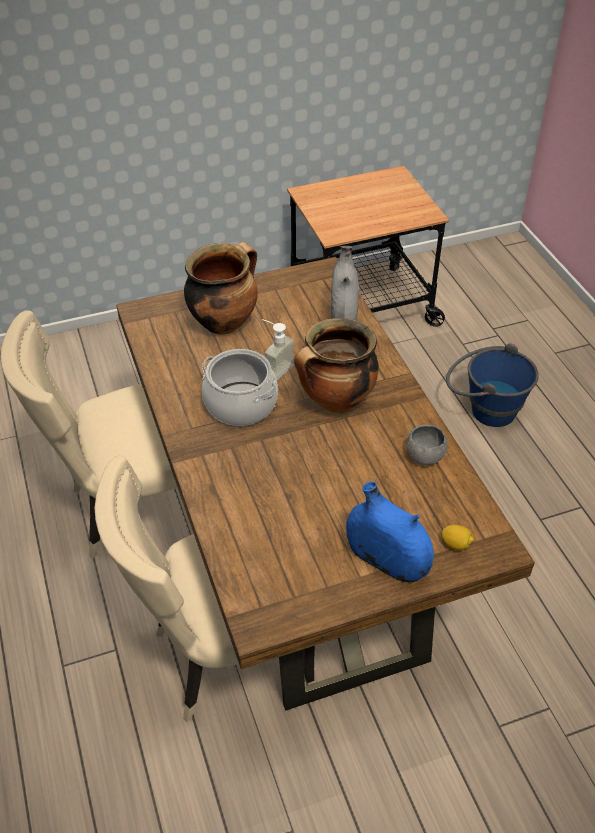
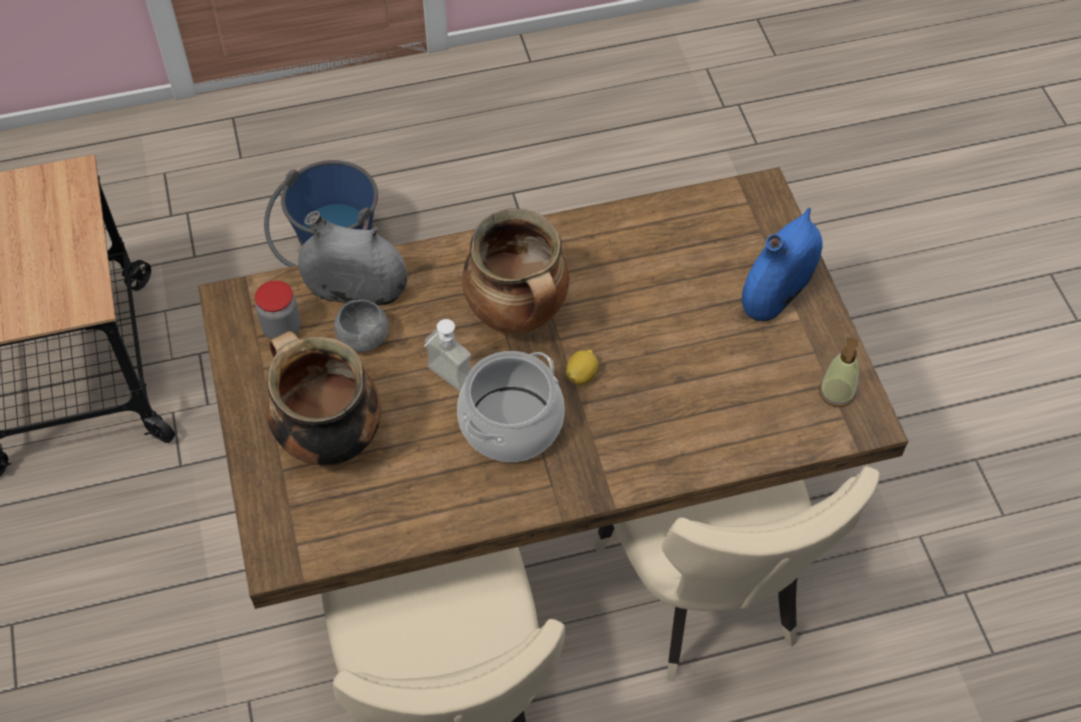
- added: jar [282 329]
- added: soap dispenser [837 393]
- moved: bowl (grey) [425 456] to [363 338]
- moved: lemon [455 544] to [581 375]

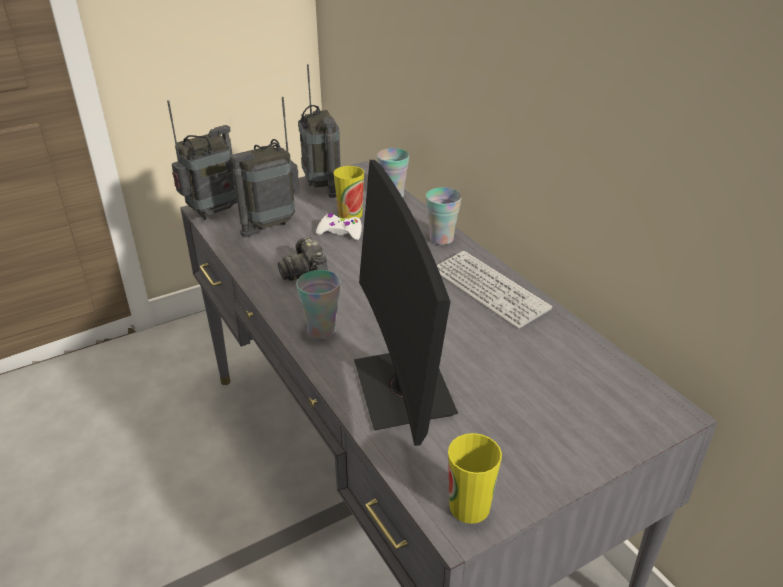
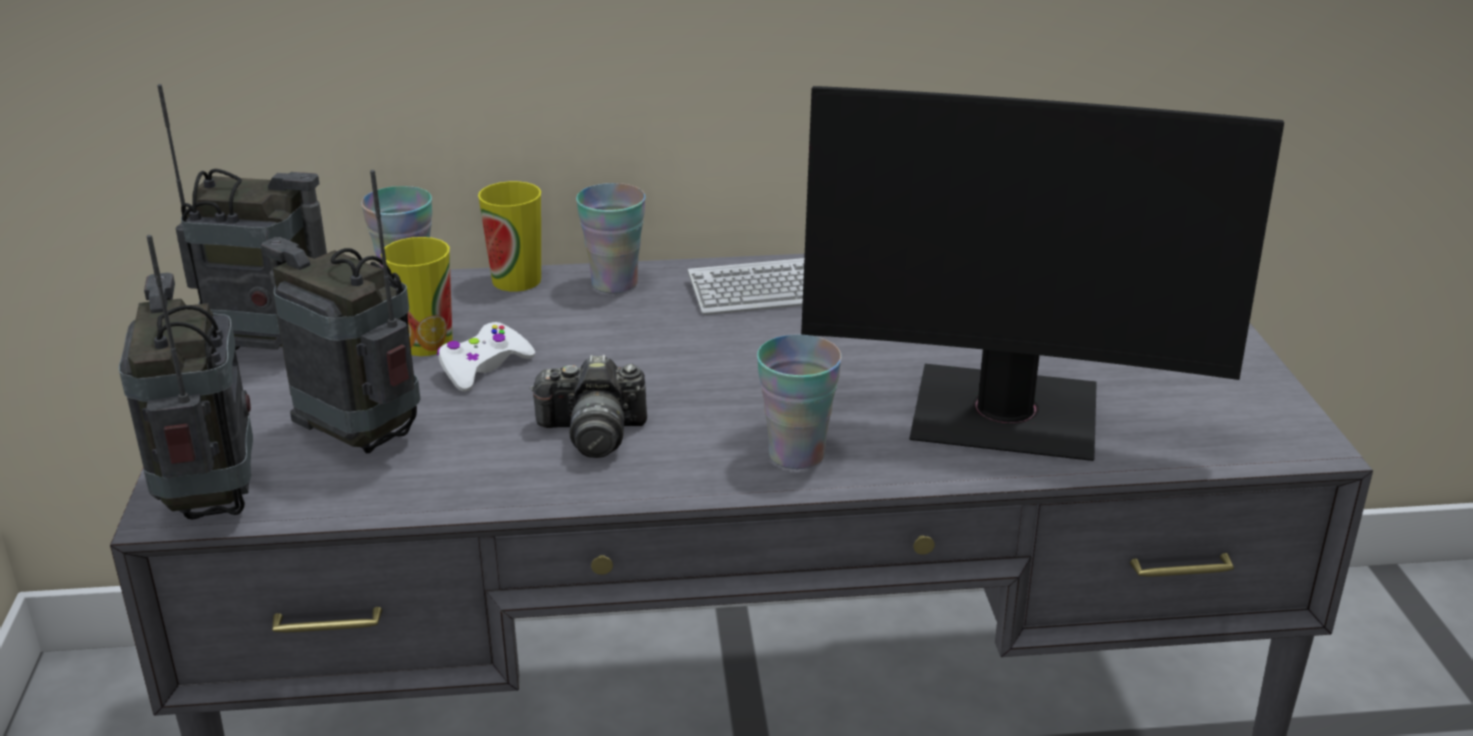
- moved: cup [469 506] to [516 280]
- turned: radio [270 225] = [361 437] 135 degrees clockwise

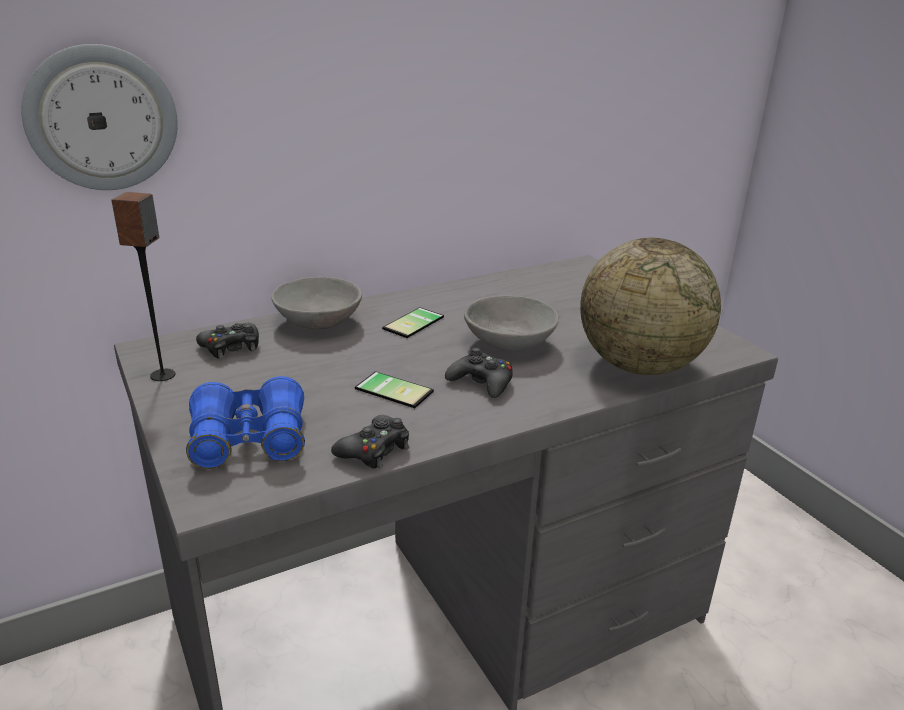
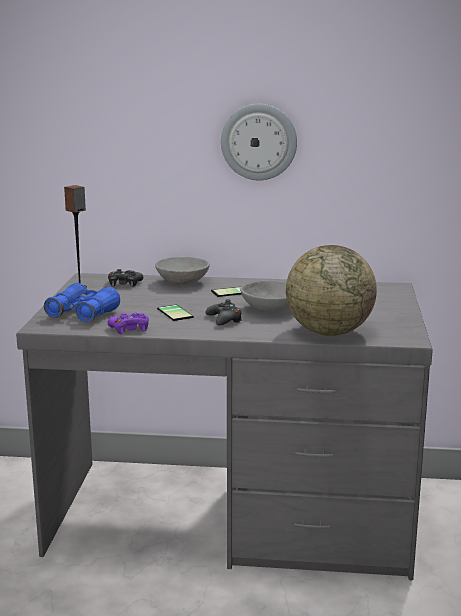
- moved: wall clock [102 119] to [259 142]
- recoloured: game controller (black) [374 450] to game controller (purple) [130 329]

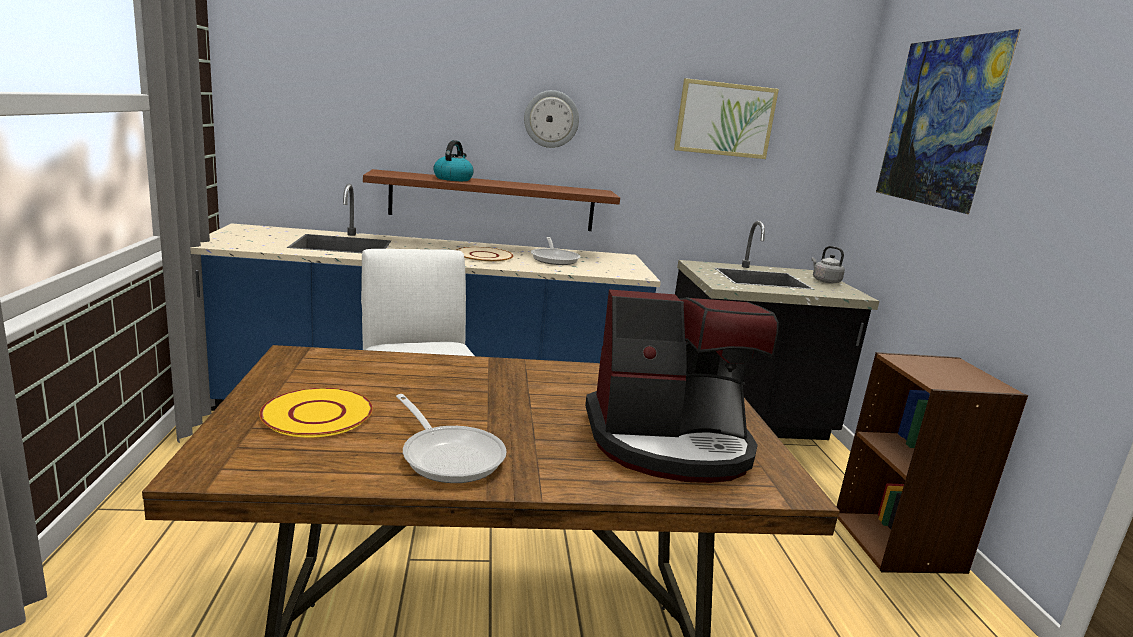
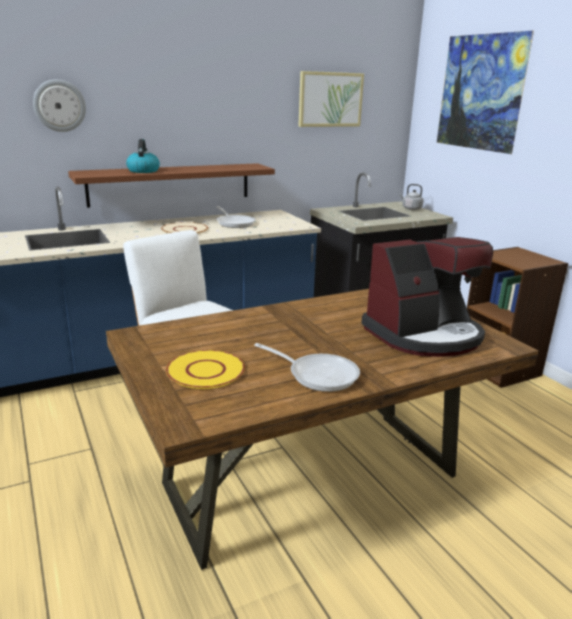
- moved: wall clock [551 119] to [59 105]

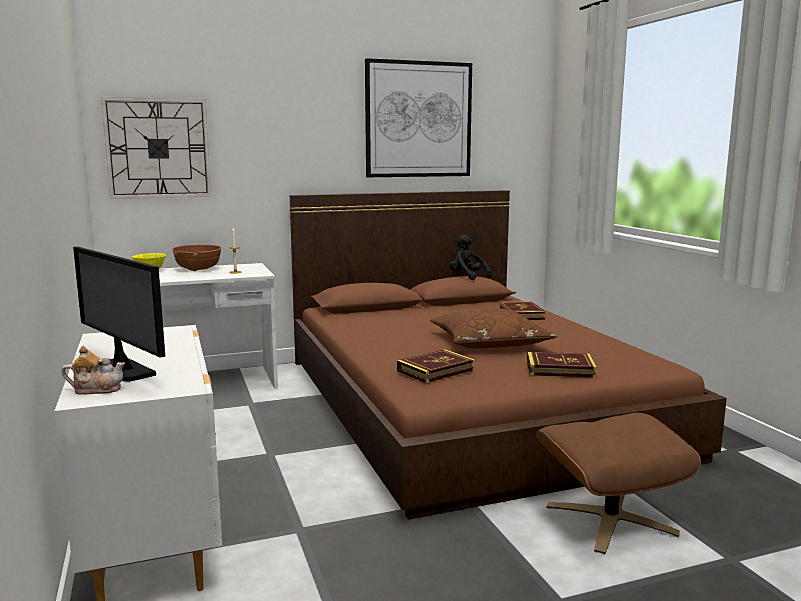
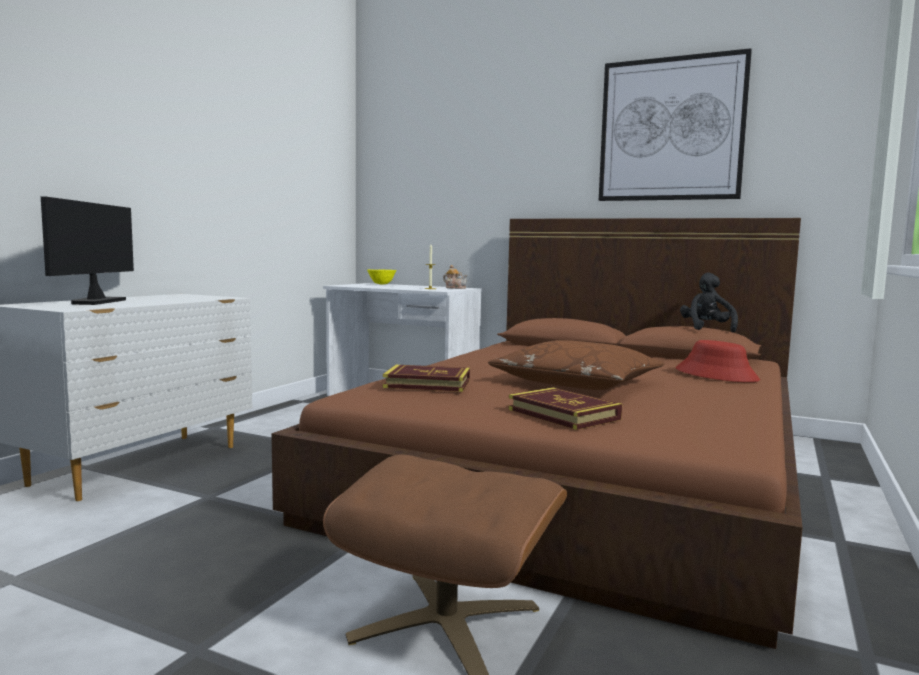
- removed: wall clock [158 148]
- removed: bowl (brown) [198 269]
- moved: teapot [96 389] to [455 288]
- replaced: book [521 314] to hat (red) [716 375]

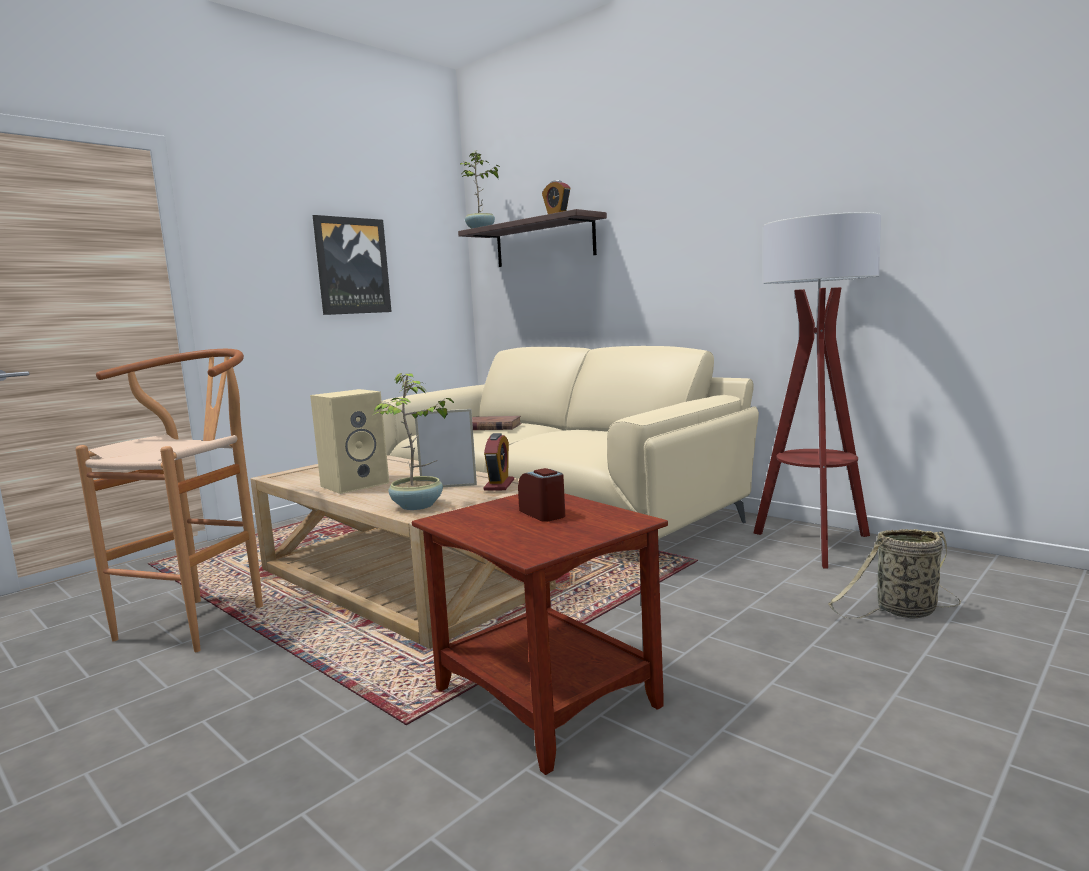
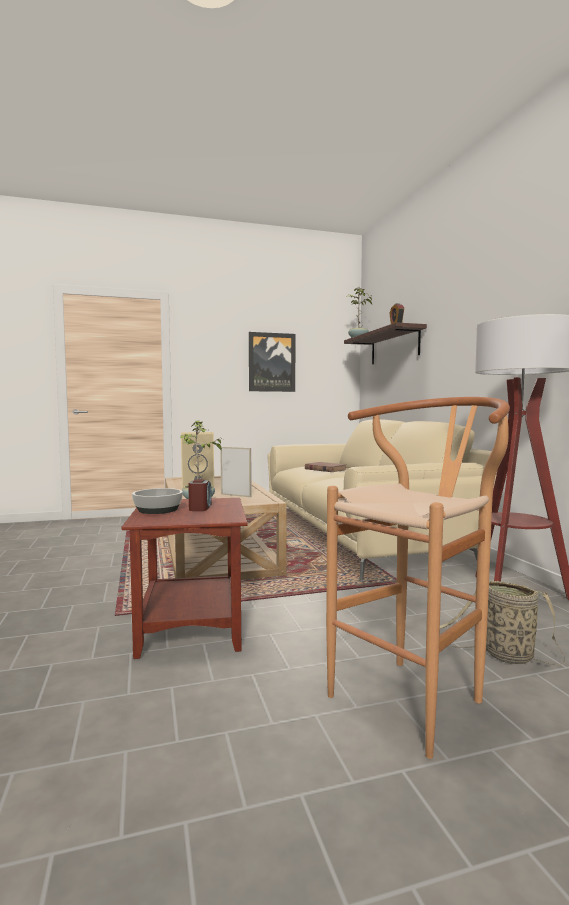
- removed: alarm clock [499 485]
- added: bowl [158 510]
- moved: stool (brown) [204 618] to [416 695]

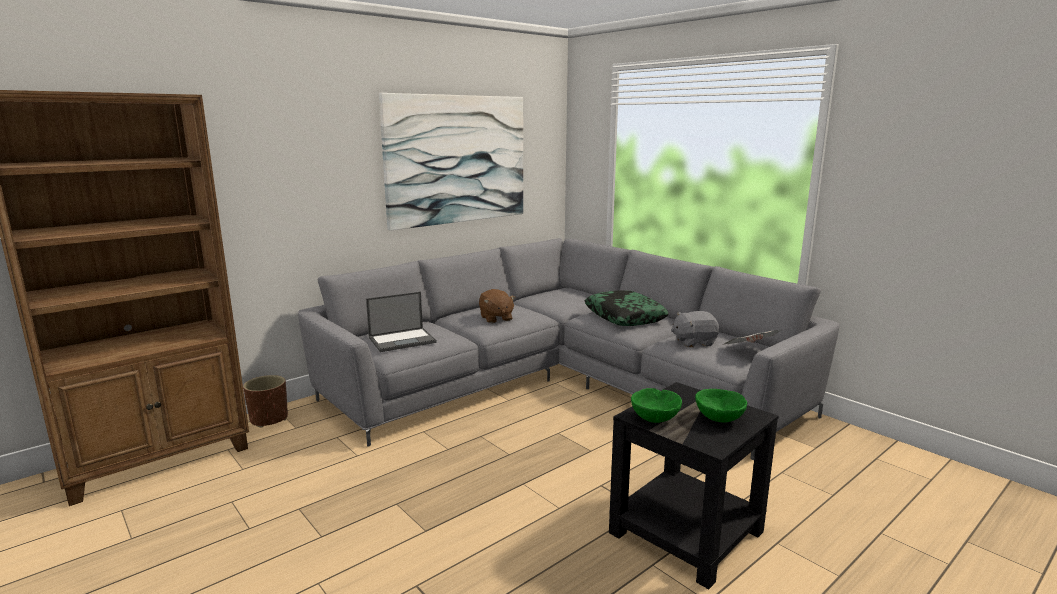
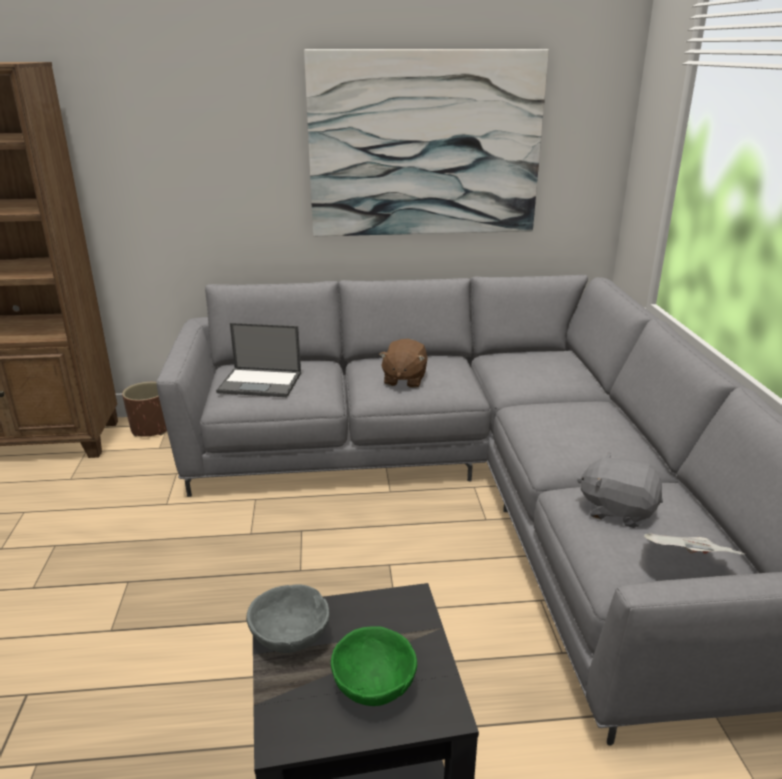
- removed: pillow [624 316]
- recoloured: bowl (green) [655 419] to bowl (grey) [291 638]

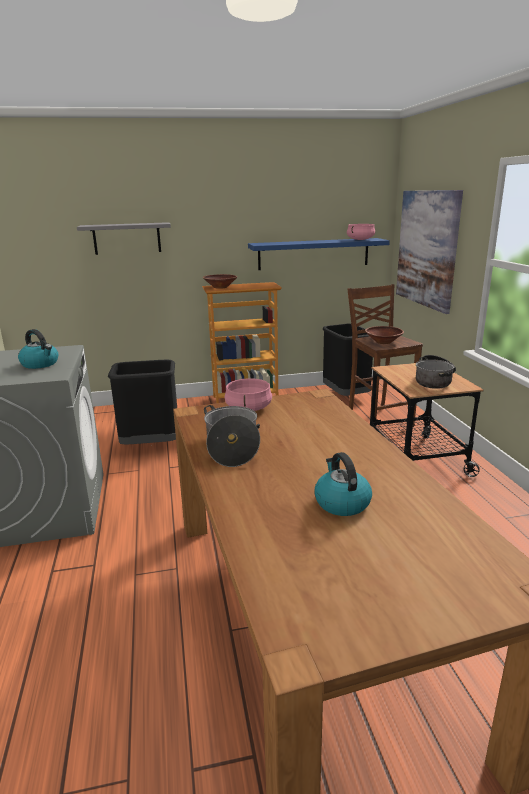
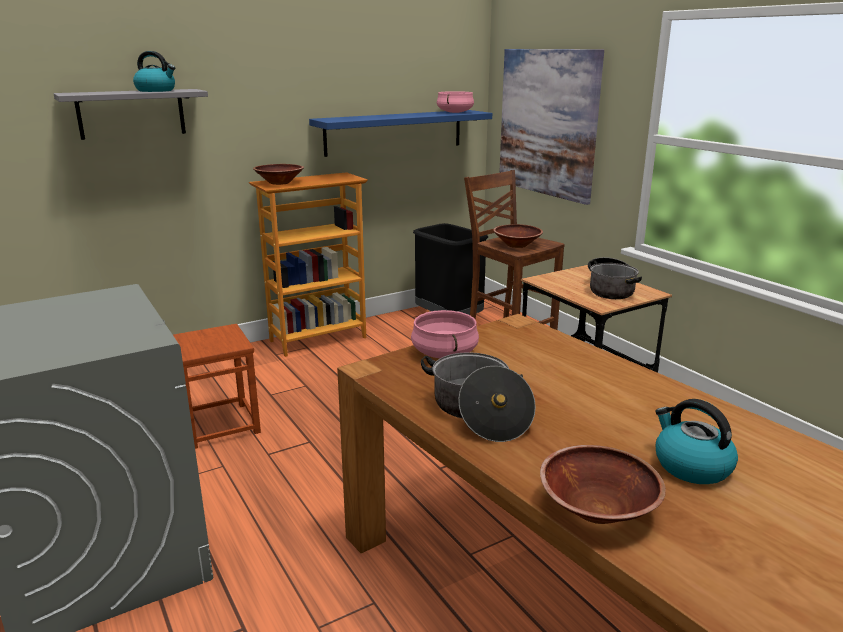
- added: bowl (brown) [597 509]
- moved: kettle [40 364] to [156 90]
- replaced: trash can (black) [151 445] to stool (brown) [219 425]

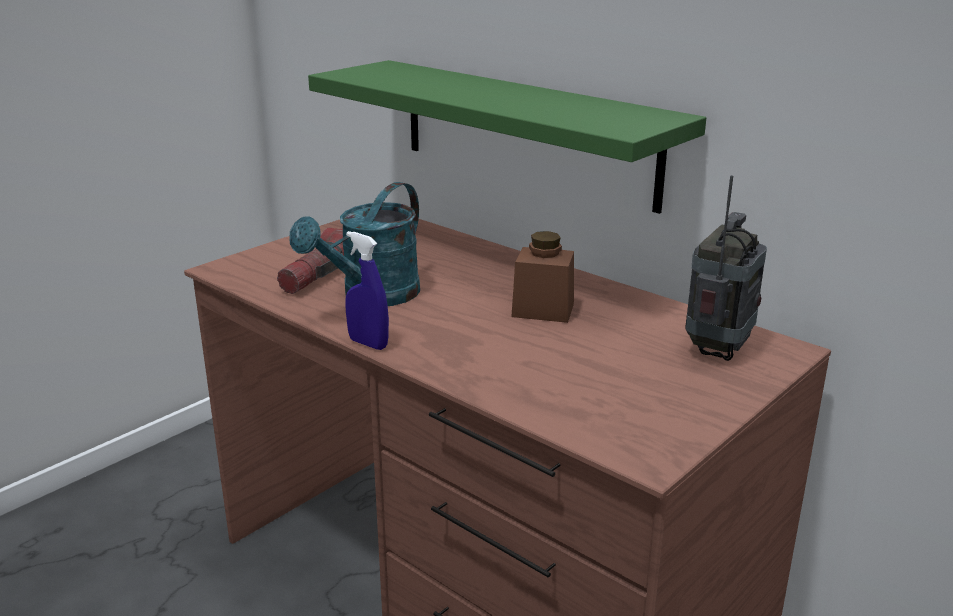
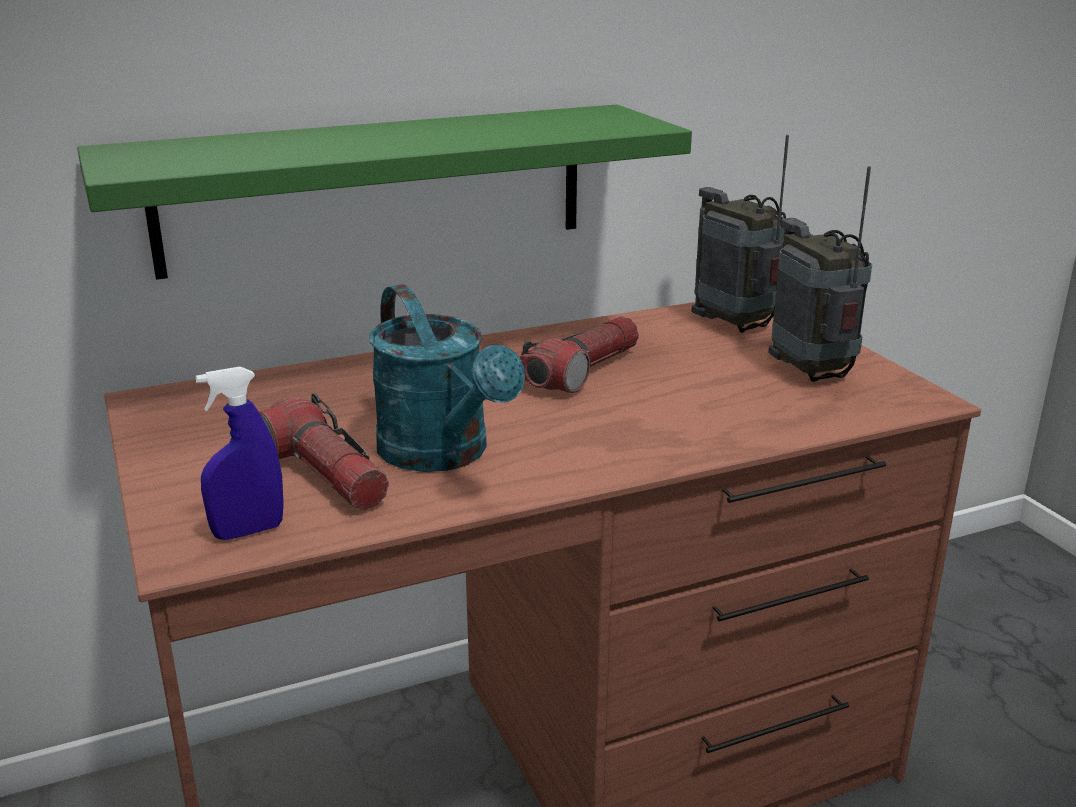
- added: radio [811 373]
- moved: spray bottle (blue) [368 343] to [248 531]
- replaced: jar (brown) [543 310] to flashlight [582 372]

